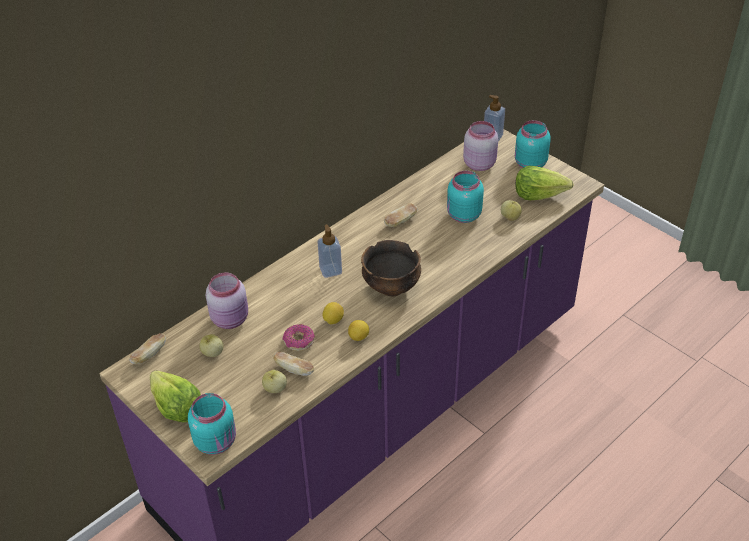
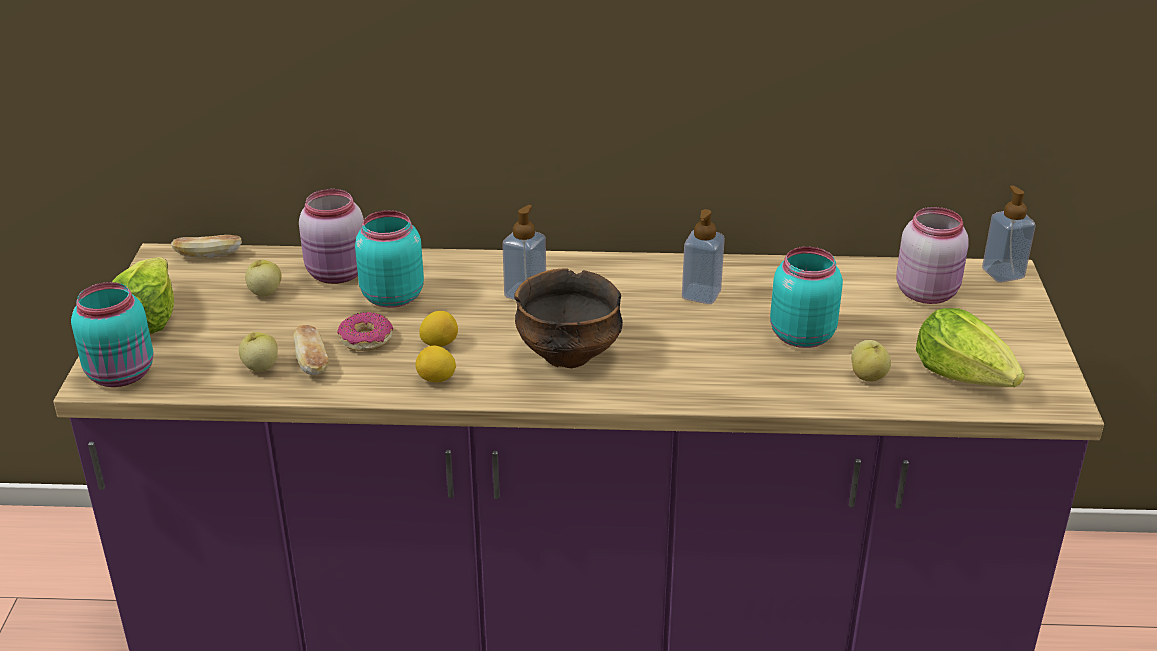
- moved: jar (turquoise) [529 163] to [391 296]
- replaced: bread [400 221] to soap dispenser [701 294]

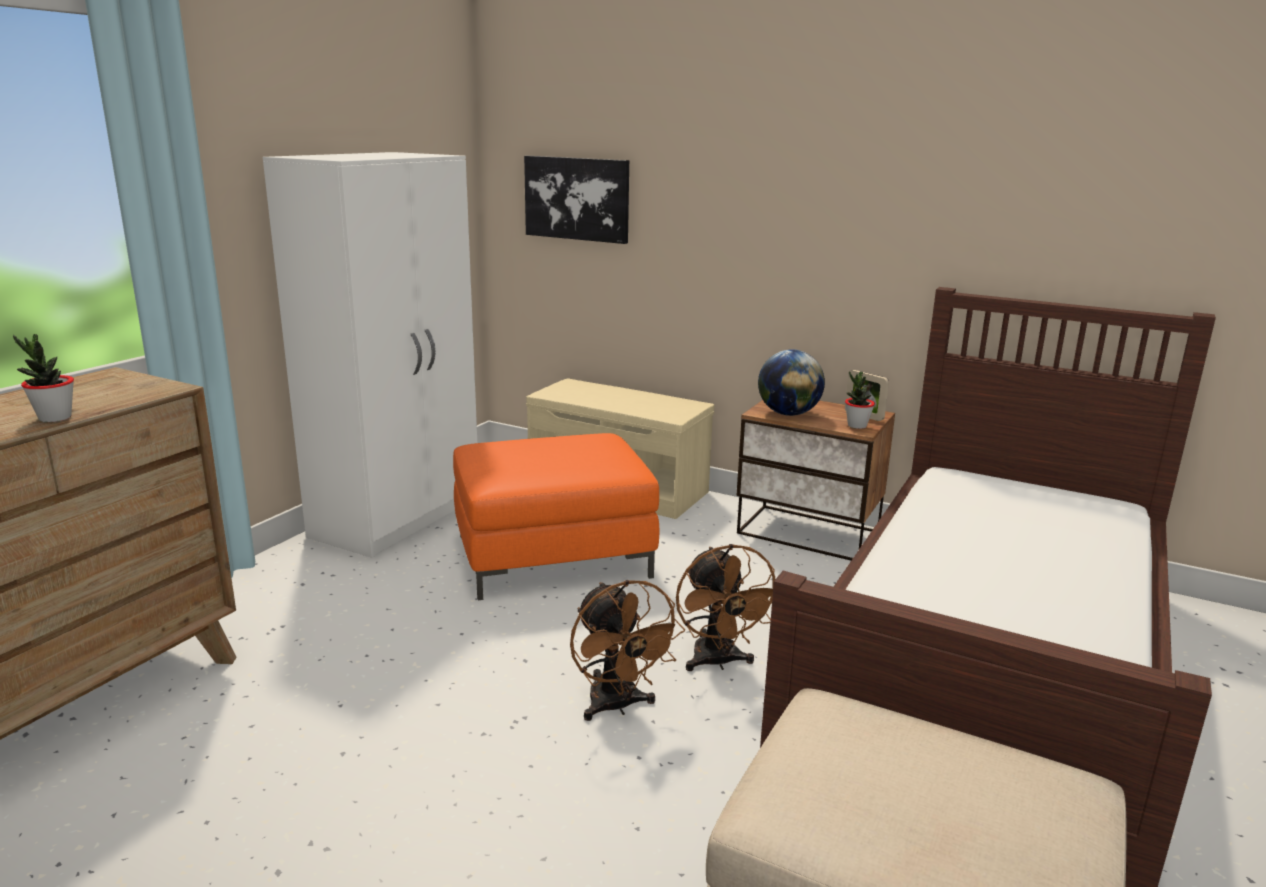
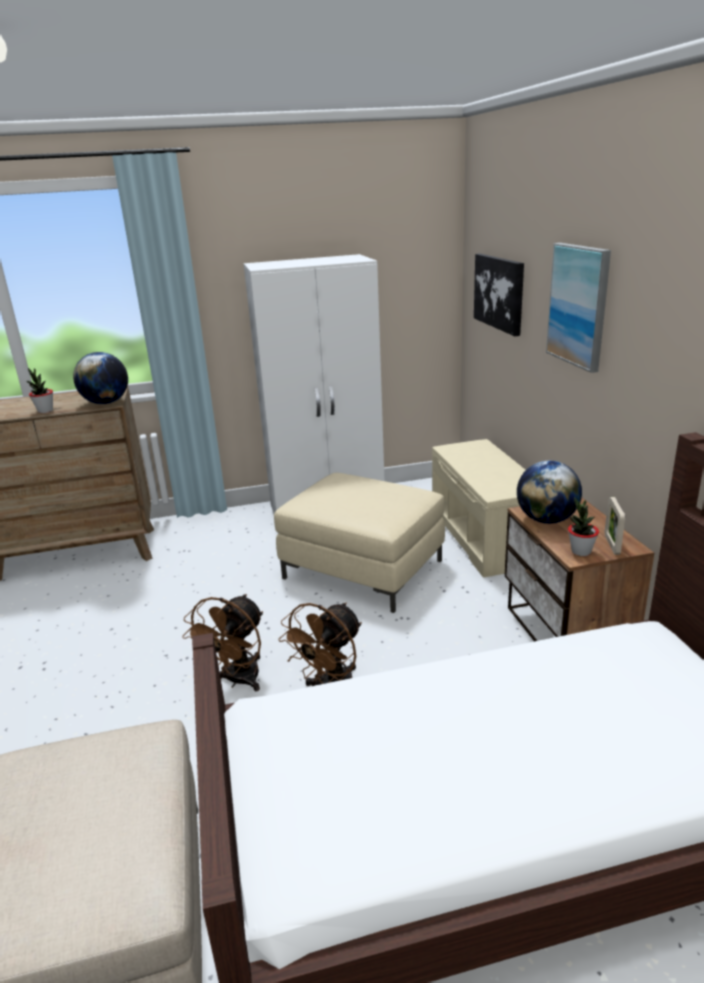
- added: globe [106 403]
- added: picture [579 305]
- recoloured: ottoman (orange) [552 556] to ottoman (beige) [362 569]

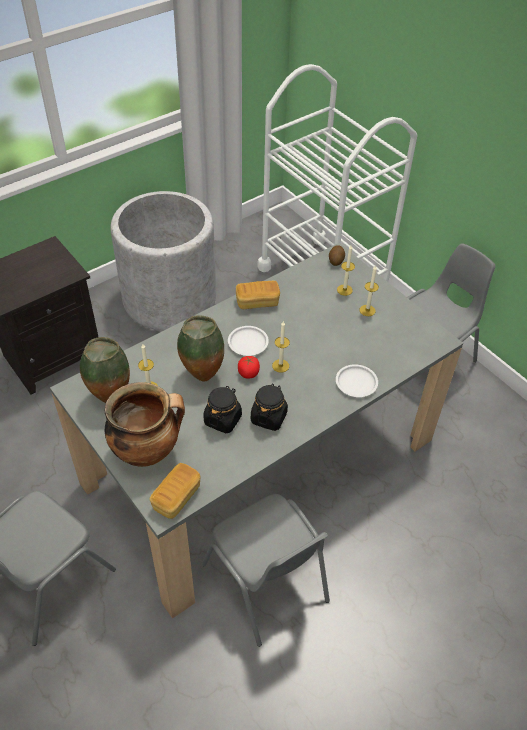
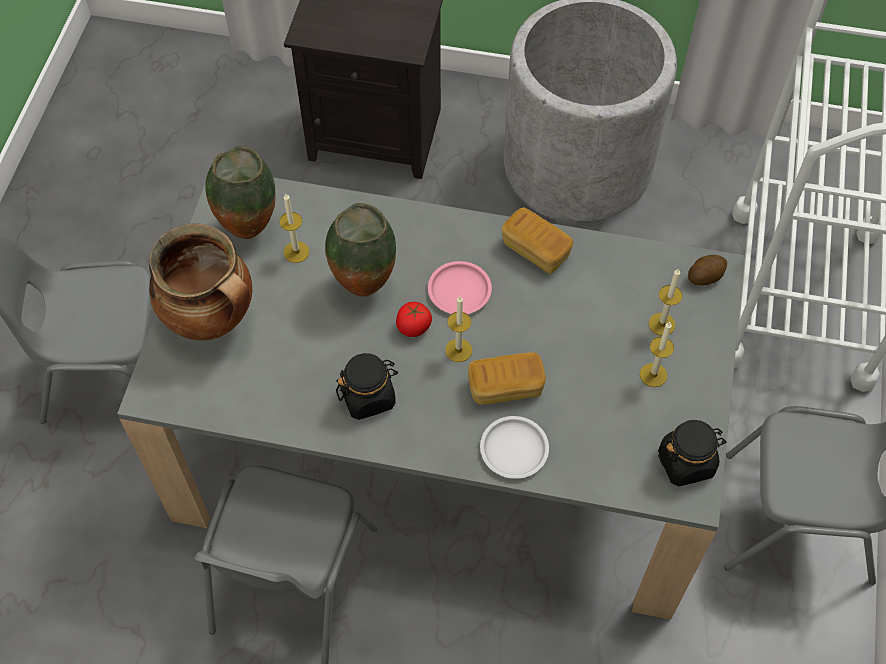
- moved: bread [176 497] to [505 387]
- moved: jar (black) [223 419] to [686 462]
- recoloured: plate (white) [247 343] to plate (pink) [459 291]

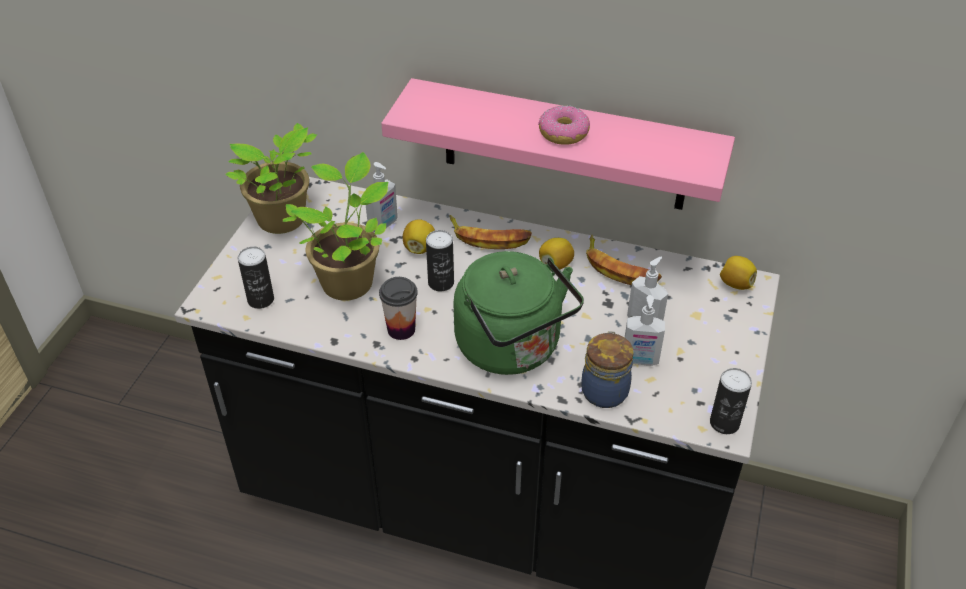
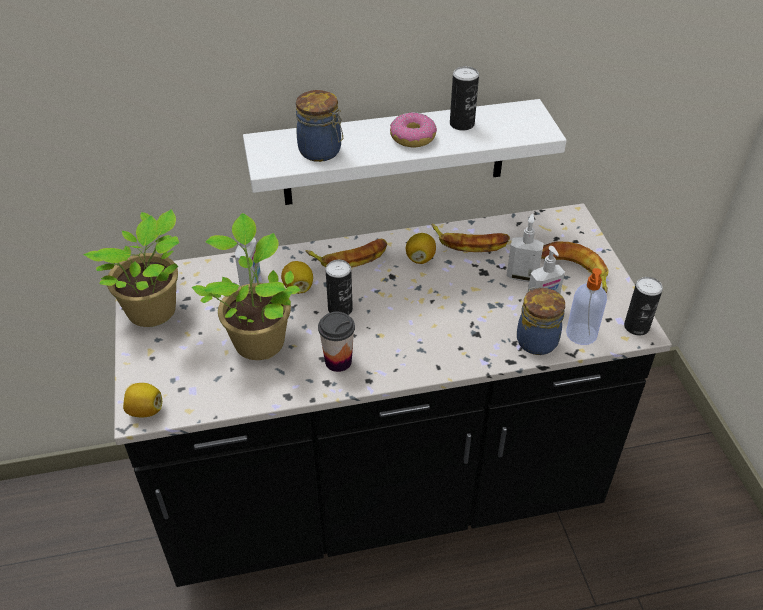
- removed: kettle (green) [513 348]
- added: jar [321 151]
- added: banana [573 270]
- added: soap dispenser [581 335]
- moved: can [260 299] to [462 124]
- moved: lemon [735 284] to [145 410]
- recoloured: shelf (pink) [564 146] to shelf (white) [394 153]

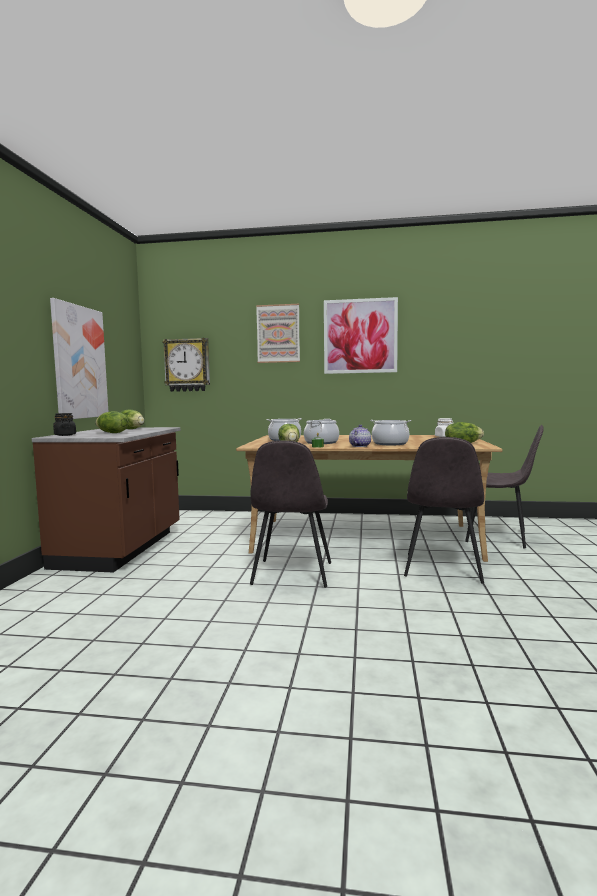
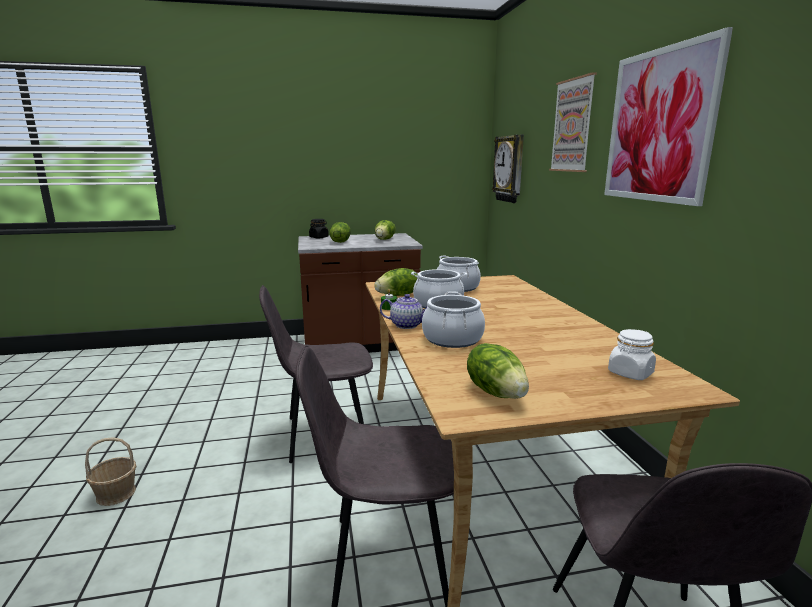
- removed: picture [79 362]
- added: basket [115 493]

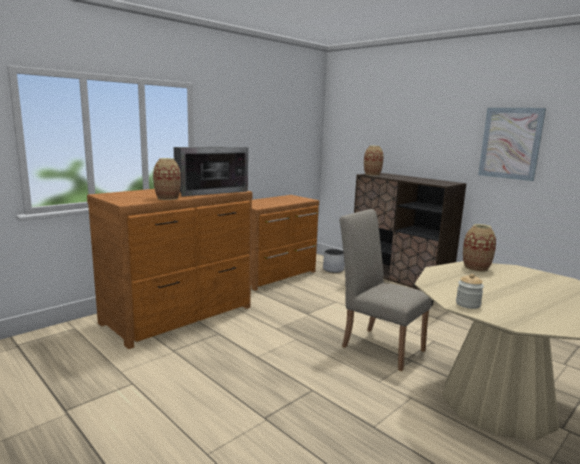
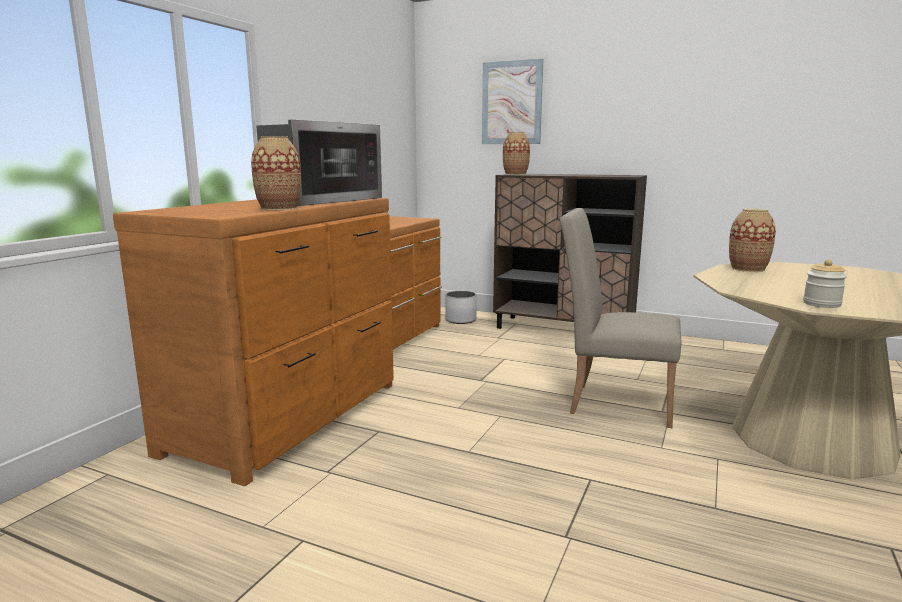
- moved: picture [510 143] to [511 103]

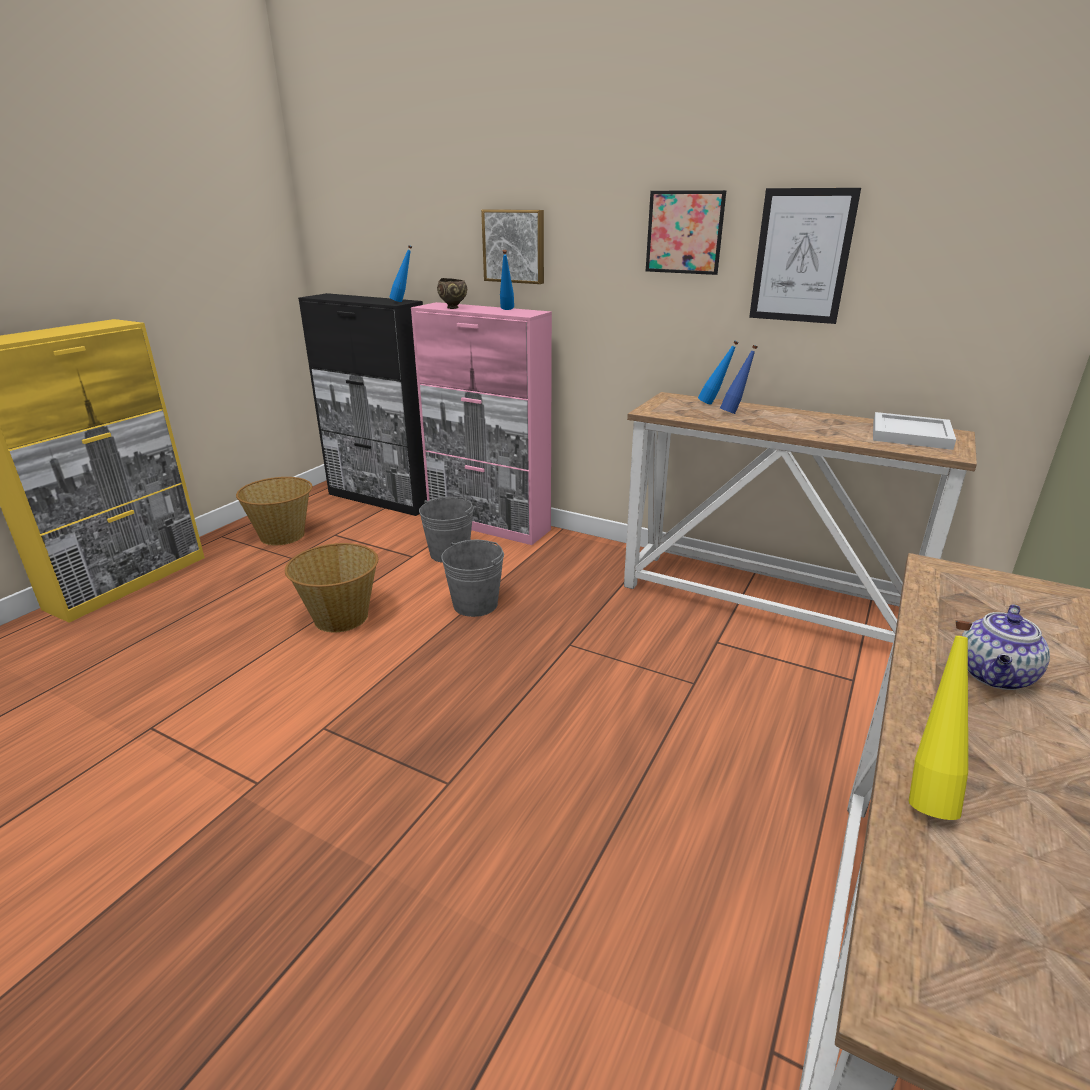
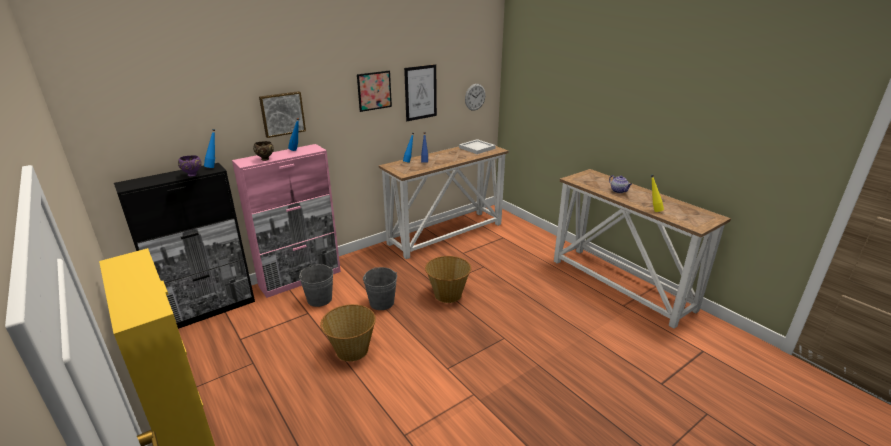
- added: bowl (purple) [193 175]
- added: wall clock [475 97]
- moved: basket [283 535] to [448 294]

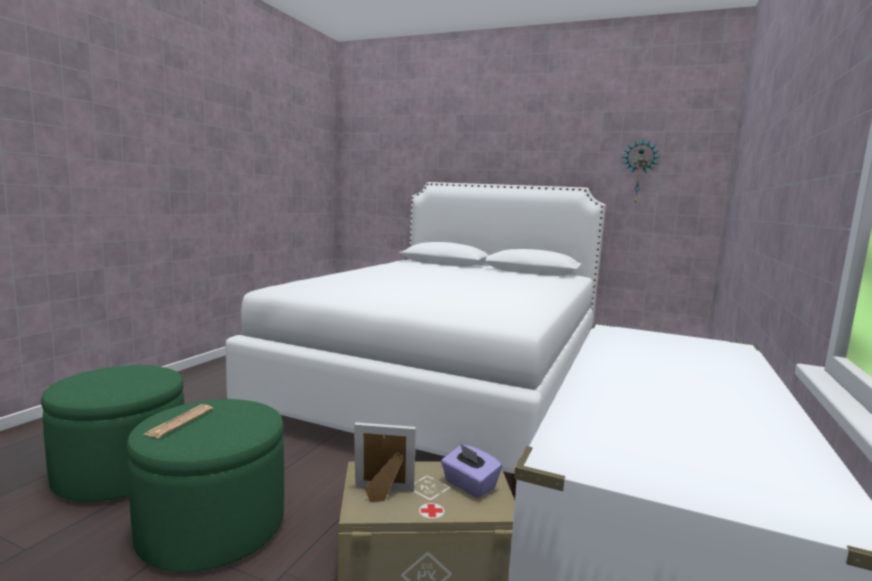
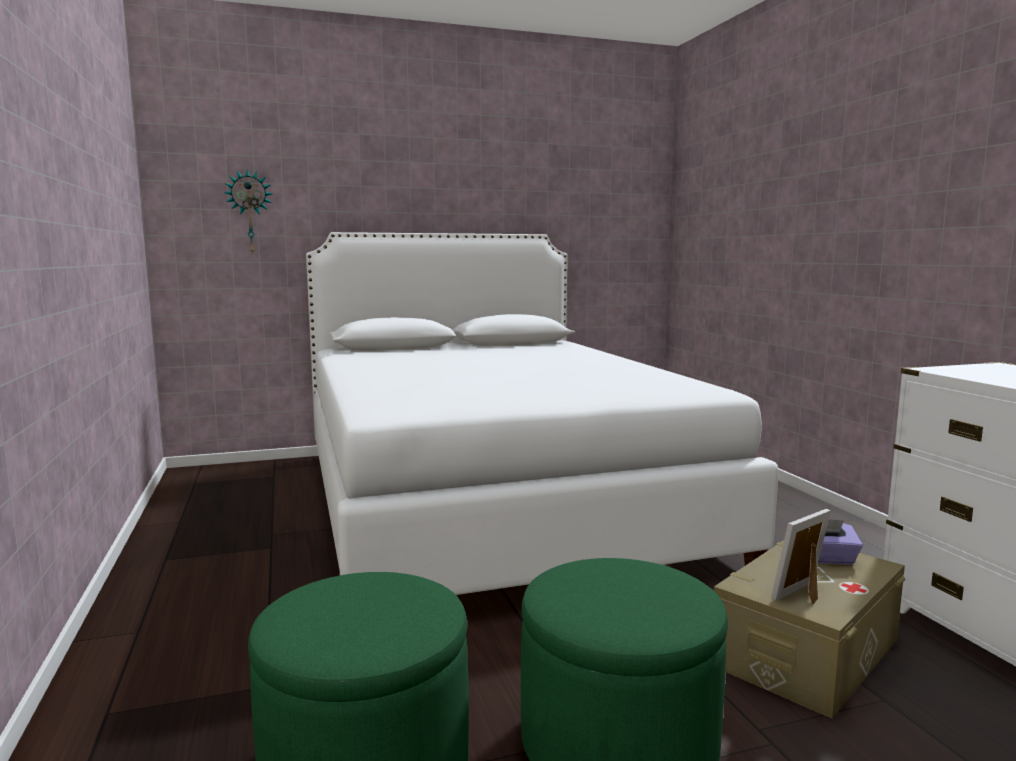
- removed: newspaper [180 421]
- moved: wall clock [639 172] to [250 212]

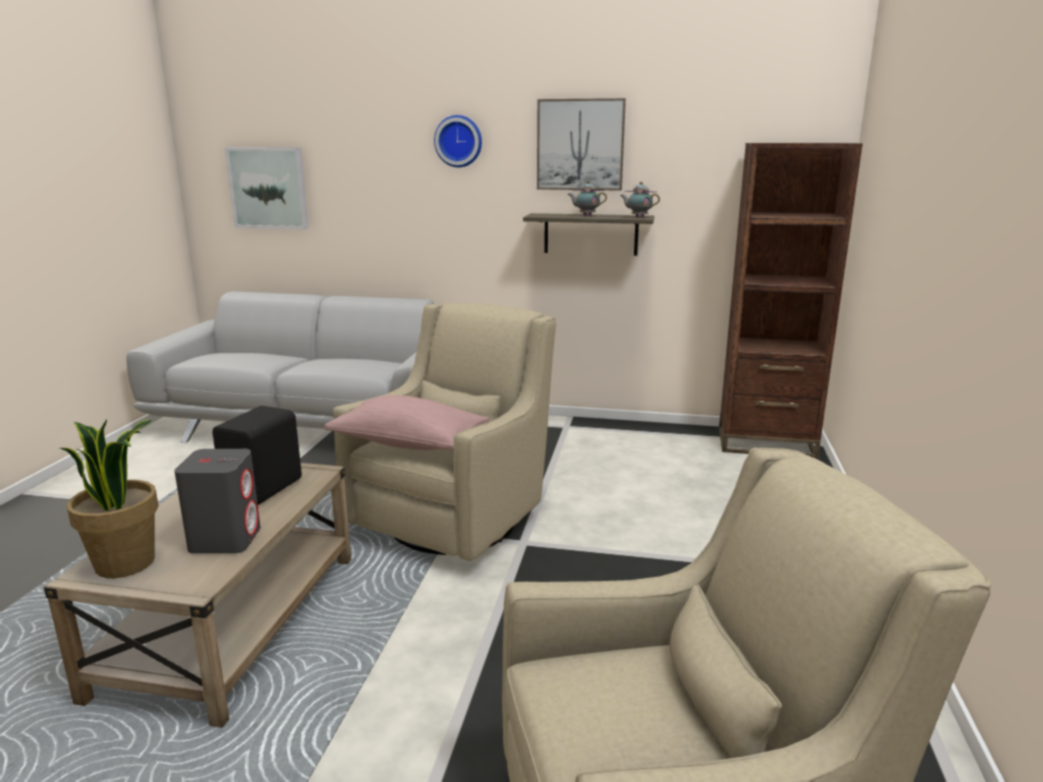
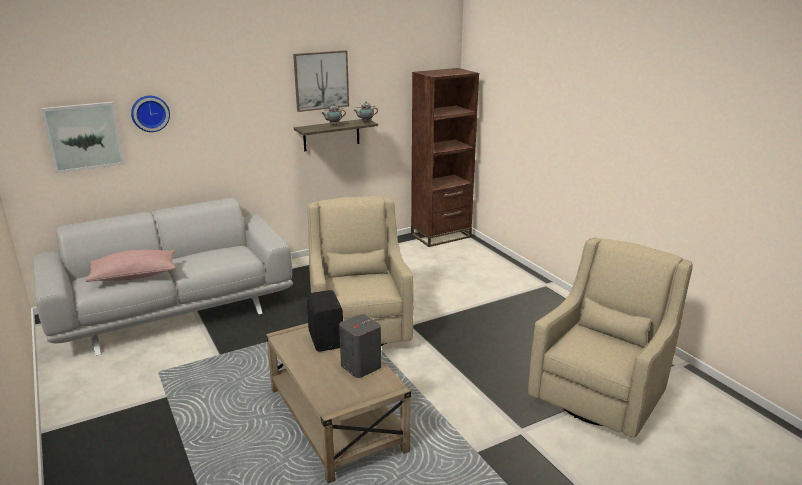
- removed: potted plant [126 563]
- moved: pillow (pink) [408 443] to [134 276]
- moved: wall clock [459 141] to [150 113]

